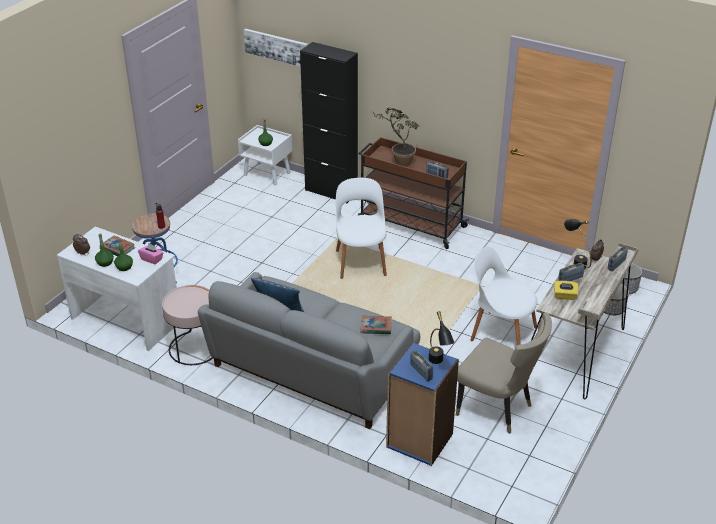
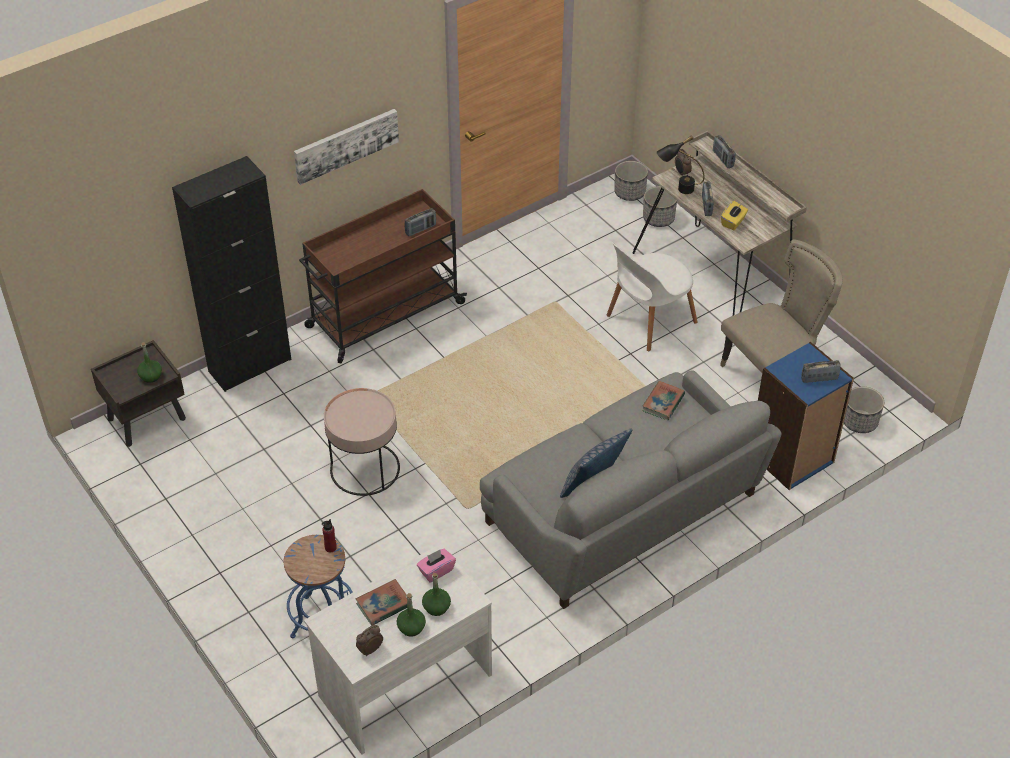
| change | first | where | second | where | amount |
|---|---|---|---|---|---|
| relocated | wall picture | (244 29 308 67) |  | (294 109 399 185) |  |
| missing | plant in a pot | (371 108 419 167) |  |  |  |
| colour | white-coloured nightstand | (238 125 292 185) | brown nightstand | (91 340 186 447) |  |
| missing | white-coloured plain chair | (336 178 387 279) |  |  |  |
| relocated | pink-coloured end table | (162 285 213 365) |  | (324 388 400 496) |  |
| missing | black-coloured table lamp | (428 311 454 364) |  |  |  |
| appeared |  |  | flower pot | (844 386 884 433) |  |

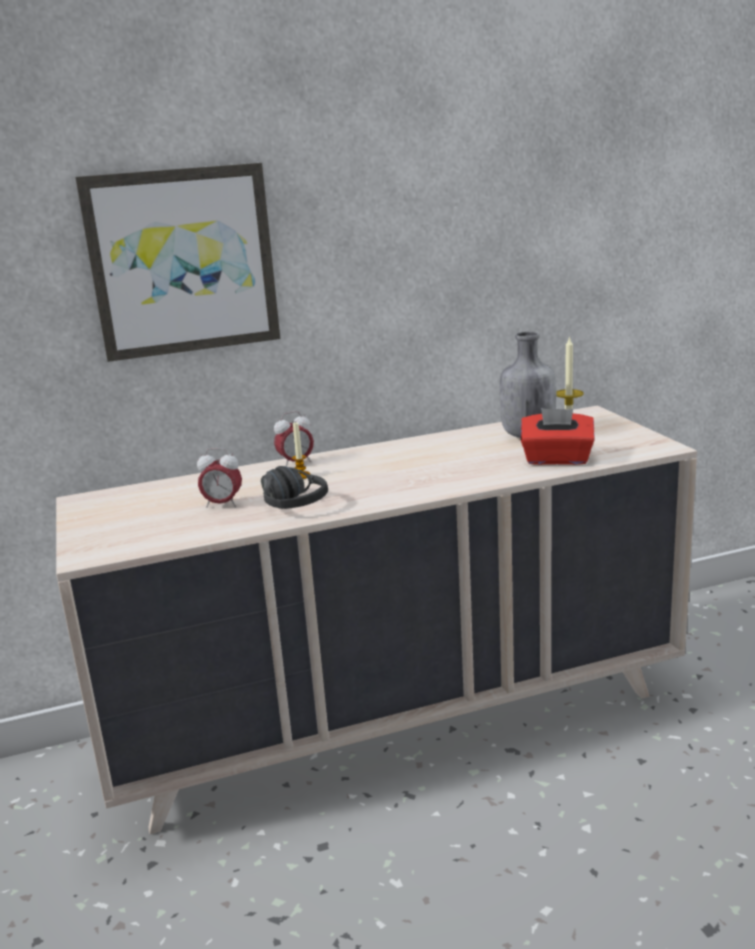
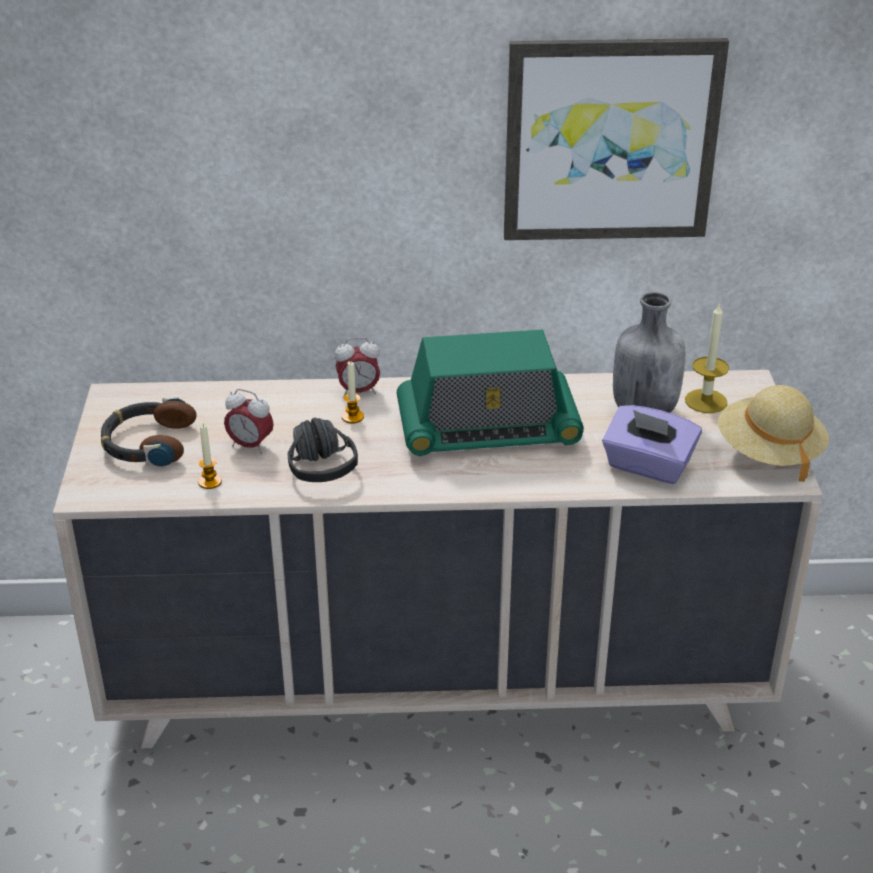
| change | first | where | second | where | amount |
|---|---|---|---|---|---|
| relocated | wall picture | (75 163 280 362) |  | (504 38 729 240) |  |
| colour | red box of tissues | (521 408 595 465) | purple-coloured box of tissues | (602 405 702 484) |  |
| appeared |  |  | radio receiver | (397 330 584 456) |  |
| appeared |  |  | beige-coloured hat | (718 385 829 482) |  |
| appeared |  |  | headset | (101 398 197 467) |  |
| appeared |  |  | wax candle | (198 424 222 489) |  |

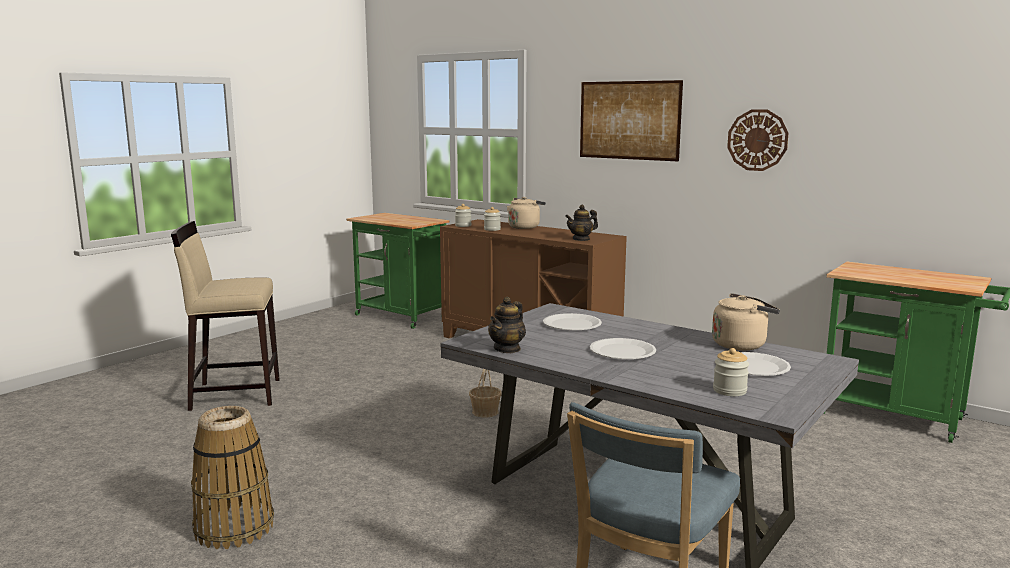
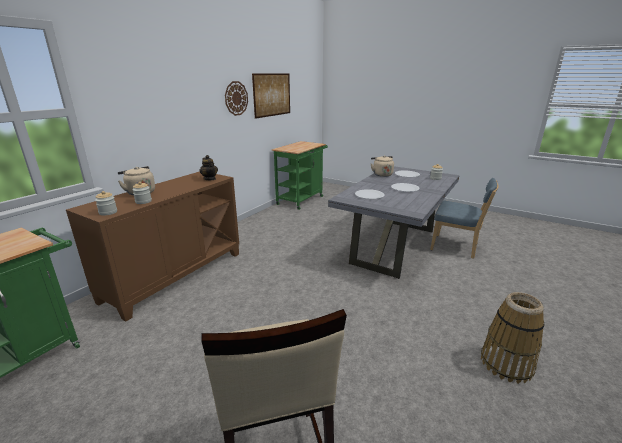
| change | first | where | second | where | amount |
|---|---|---|---|---|---|
| relocated | wall picture | (580 80 683 161) |  | (252 73 290 119) |  |
| missing | tea pot | (488 297 526 353) |  |  |  |
| missing | basket | (469 369 502 418) |  |  |  |

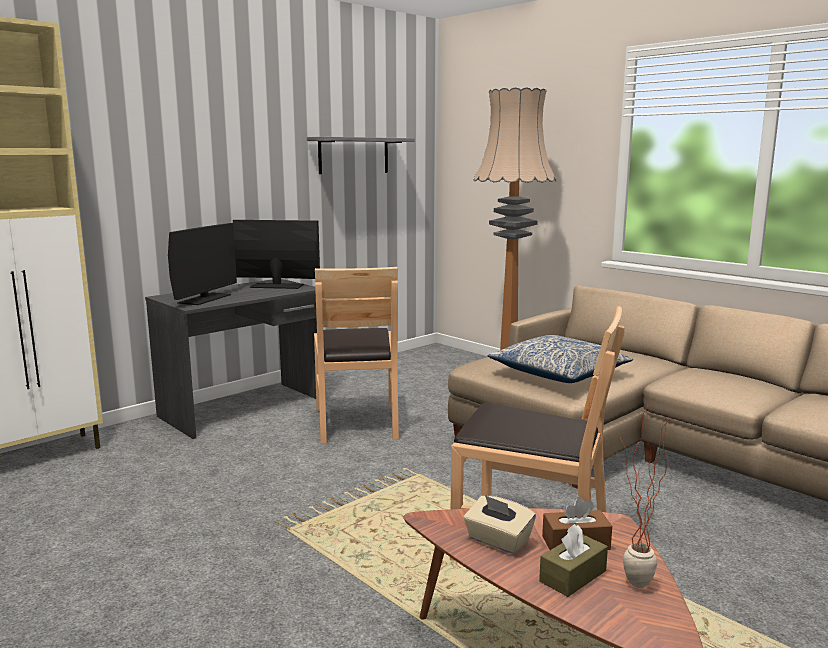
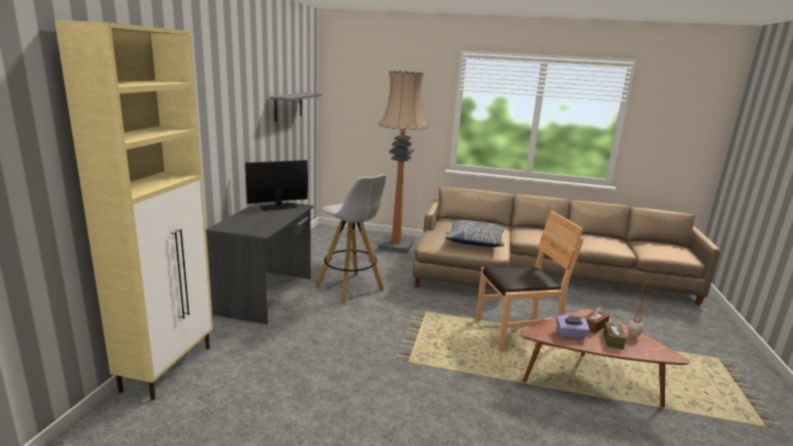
| change | first | where | second | where | amount |
|---|---|---|---|---|---|
| missing | computer screen | (168 223 237 305) |  |  |  |
| exchanged | brown plain chair | (314 267 399 444) | white-coloured stool | (315 174 386 303) |  |
| colour | beige-coloured box of tissues | (464 495 536 554) | purple-coloured box of tissues | (556 315 590 339) |  |

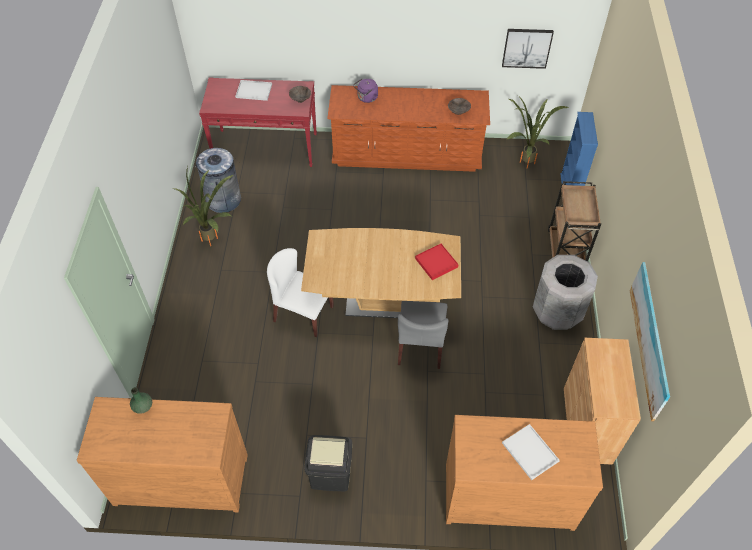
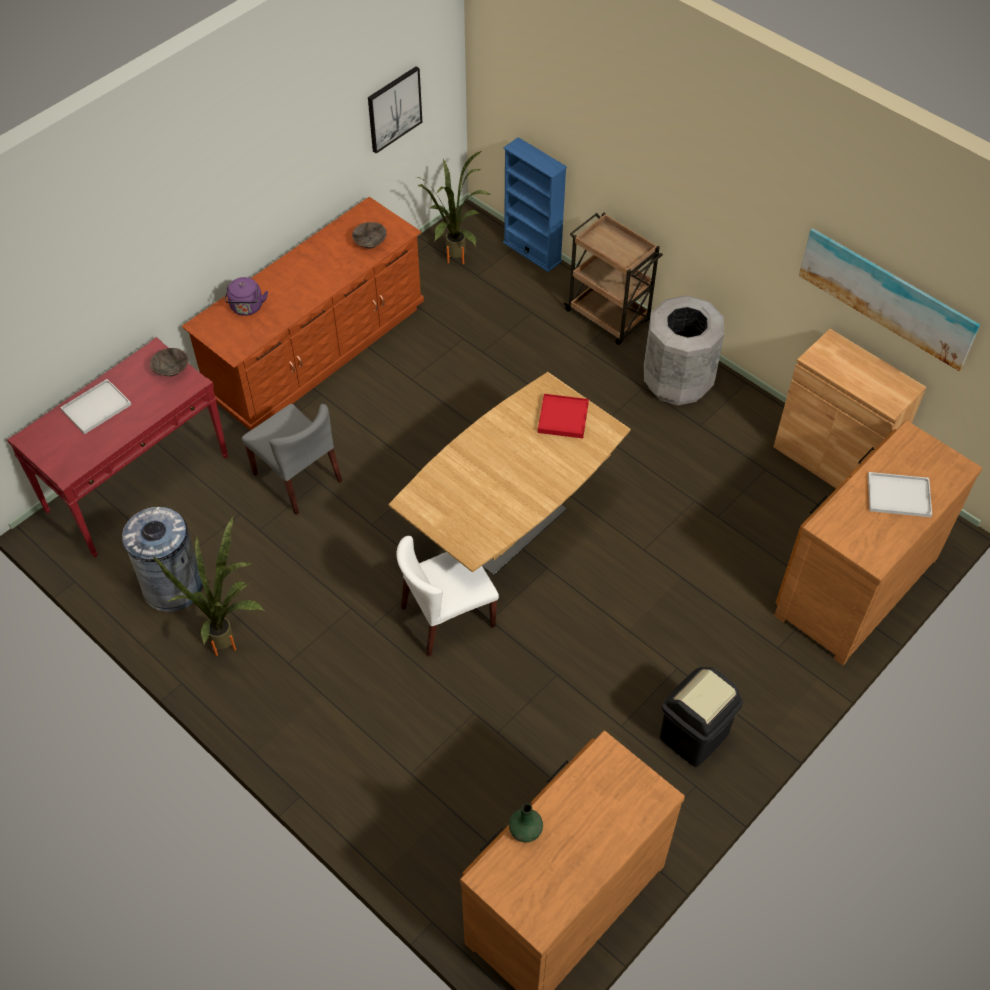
| change | first | where | second | where | amount |
|---|---|---|---|---|---|
| relocated | greyish plain chair | (398 301 448 369) |  | (242 404 342 515) |  |

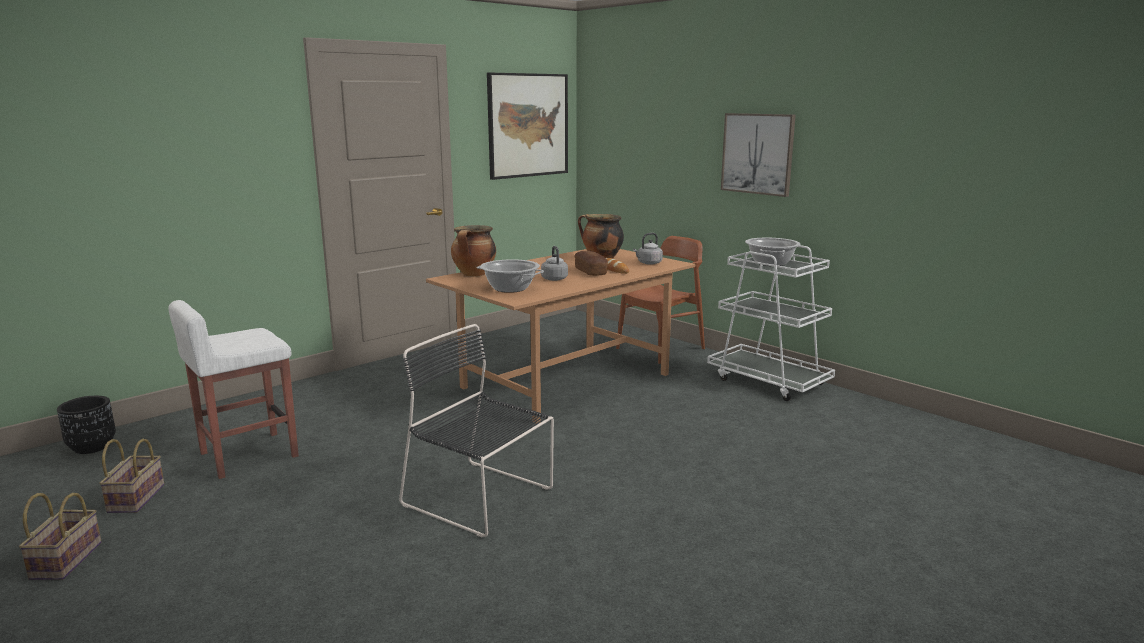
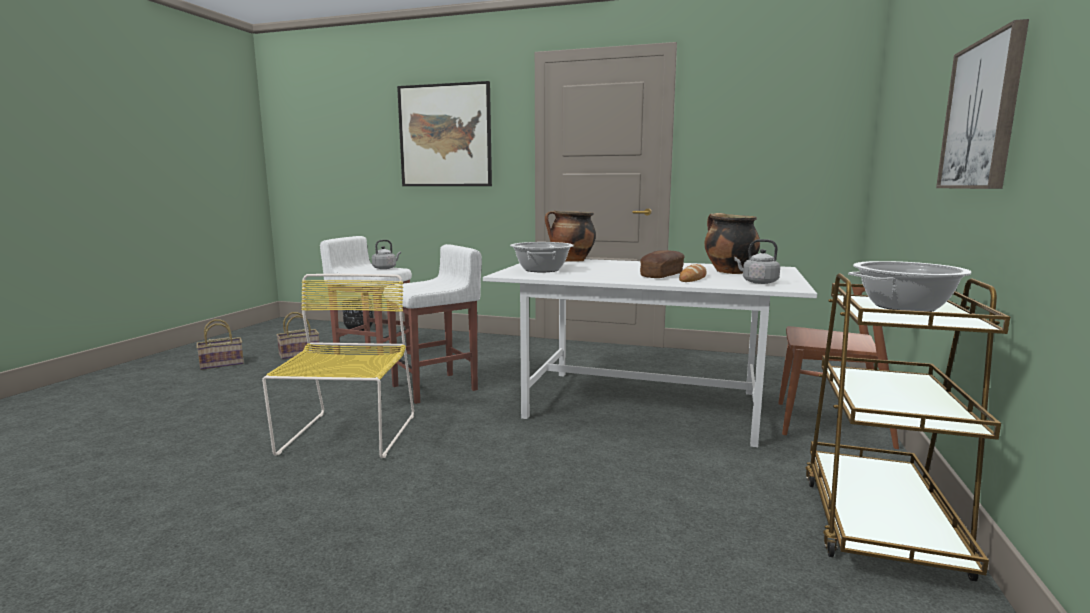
| change | first | where | second | where | amount |
|---|---|---|---|---|---|
| relocated | wall picture | (487 73 568 180) |  | (397 81 492 186) |  |
| colour | white-coloured cart | (707 245 835 401) | brown cart | (805 273 1010 581) |  |
| relocated | greyish water kettle | (541 246 568 281) |  | (372 240 401 269) |  |
| colour | brown dinner table | (426 249 695 424) | white-coloured dinner table | (483 259 817 447) |  |
| colour | black-coloured plain chair | (399 324 554 537) | yellowish plain chair | (262 274 414 458) |  |
| appeared |  |  | white-coloured stool | (384 244 482 404) |  |

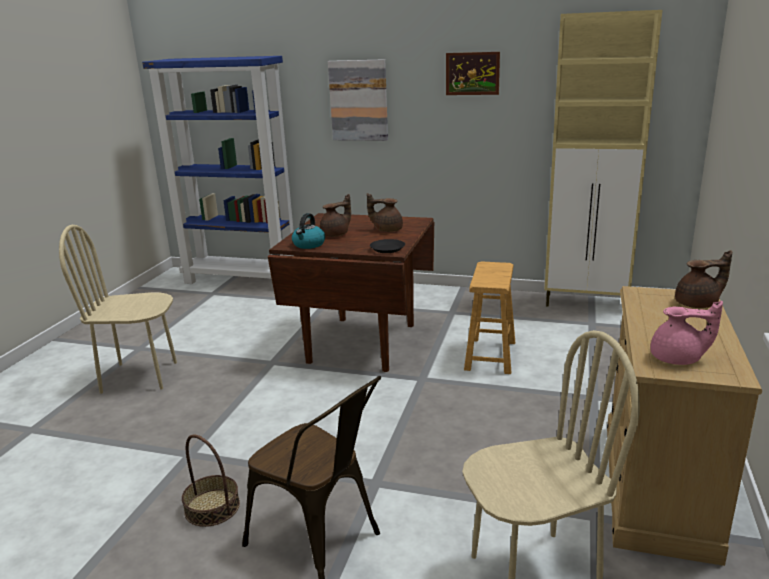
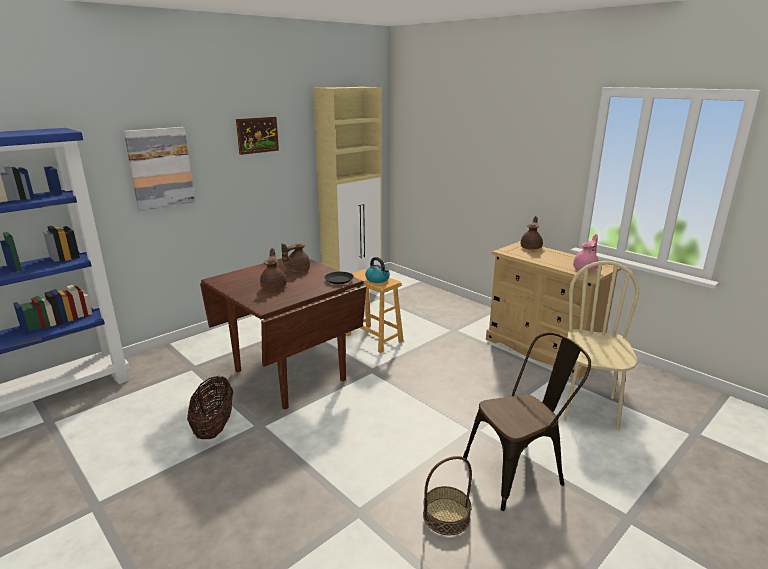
| change | first | where | second | where | amount |
|---|---|---|---|---|---|
| relocated | water kettle | (292 213 325 249) |  | (365 257 390 283) |  |
| missing | beige-coloured plain chair | (59 225 177 394) |  |  |  |
| appeared |  |  | basket | (187 376 233 439) |  |

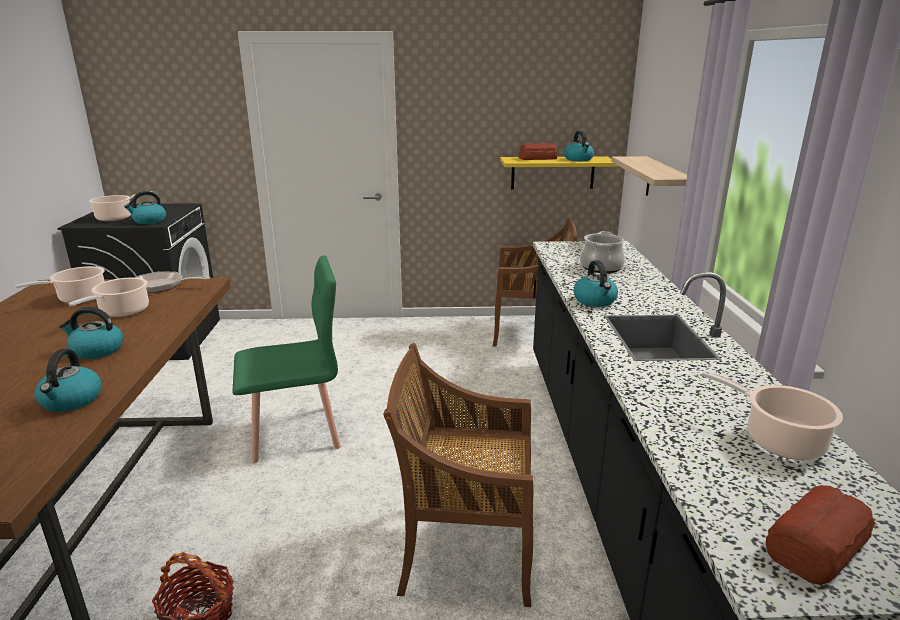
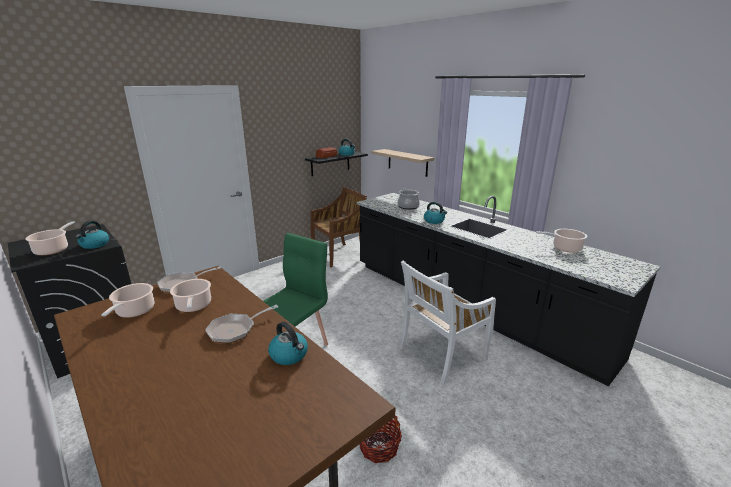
| change | first | where | second | where | amount |
|---|---|---|---|---|---|
| colour | yellowish wall shelf | (500 156 618 189) | black-coloured wall shelf | (305 151 368 176) |  |
| exchanged | water kettle | (59 307 123 359) | pan | (205 305 278 343) |  |
| colour | brown plain chair | (383 343 534 607) | white-coloured plain chair | (399 261 496 385) |  |
| missing | bread | (766 485 875 585) |  |  |  |

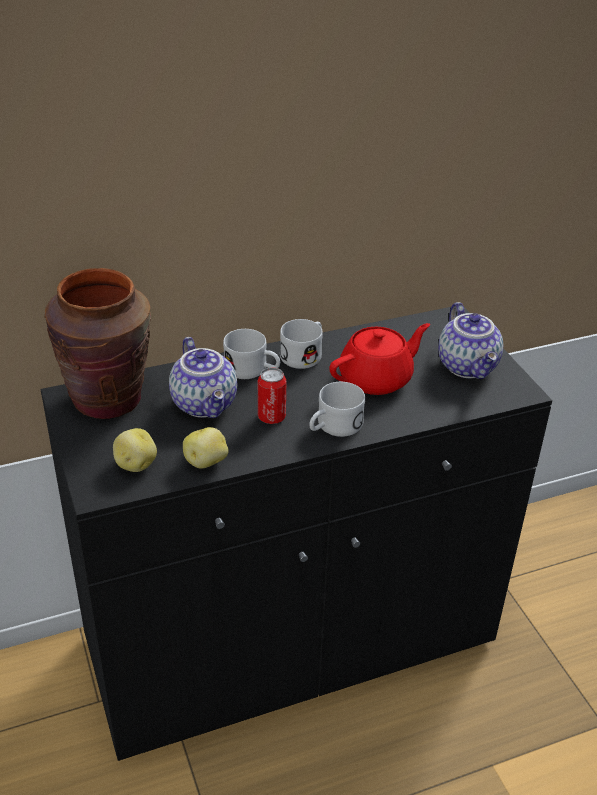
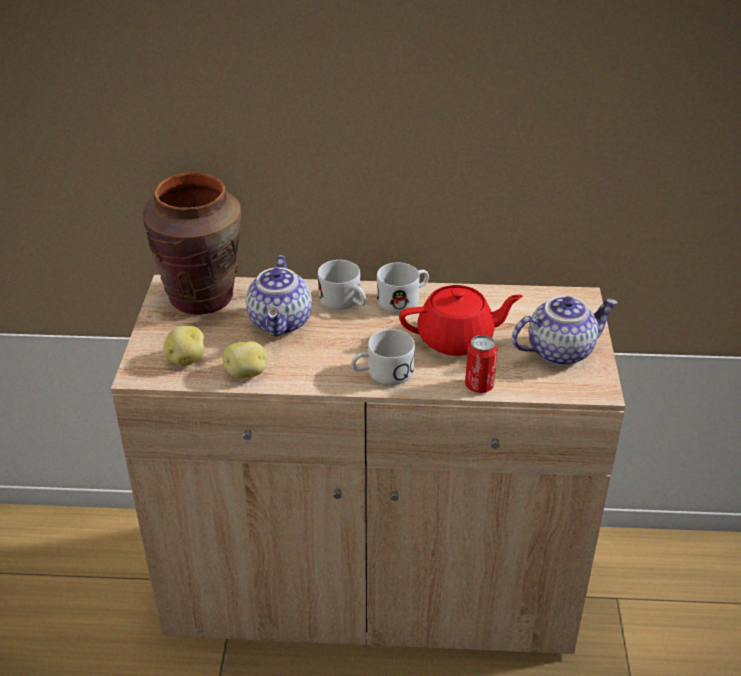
| change | first | where | second | where | amount |
|---|---|---|---|---|---|
| spun | tea pot | (438 302 503 379) |  | (512 296 618 366) | 120 degrees counterclockwise |
| colour | black-coloured cabinet | (40 307 552 761) | beige-coloured cabinet | (111 275 625 654) |  |
| relocated | metal can | (258 367 287 424) |  | (465 335 498 393) |  |

